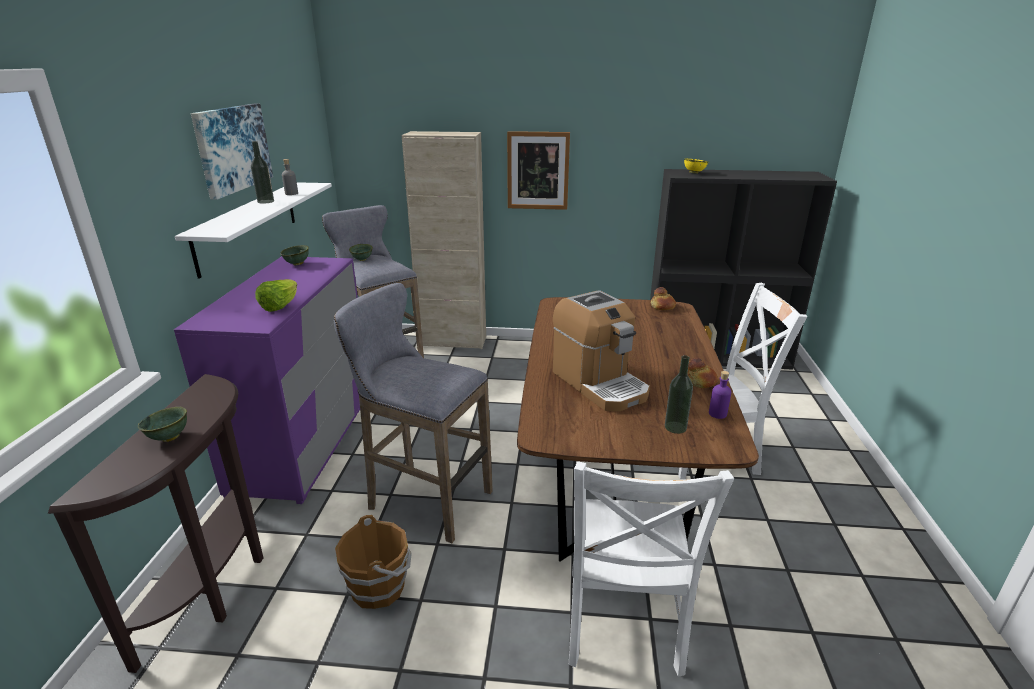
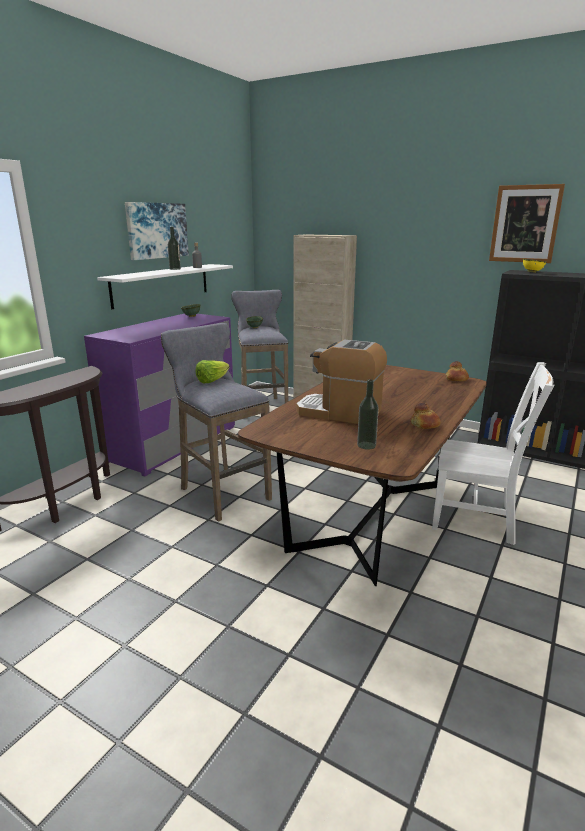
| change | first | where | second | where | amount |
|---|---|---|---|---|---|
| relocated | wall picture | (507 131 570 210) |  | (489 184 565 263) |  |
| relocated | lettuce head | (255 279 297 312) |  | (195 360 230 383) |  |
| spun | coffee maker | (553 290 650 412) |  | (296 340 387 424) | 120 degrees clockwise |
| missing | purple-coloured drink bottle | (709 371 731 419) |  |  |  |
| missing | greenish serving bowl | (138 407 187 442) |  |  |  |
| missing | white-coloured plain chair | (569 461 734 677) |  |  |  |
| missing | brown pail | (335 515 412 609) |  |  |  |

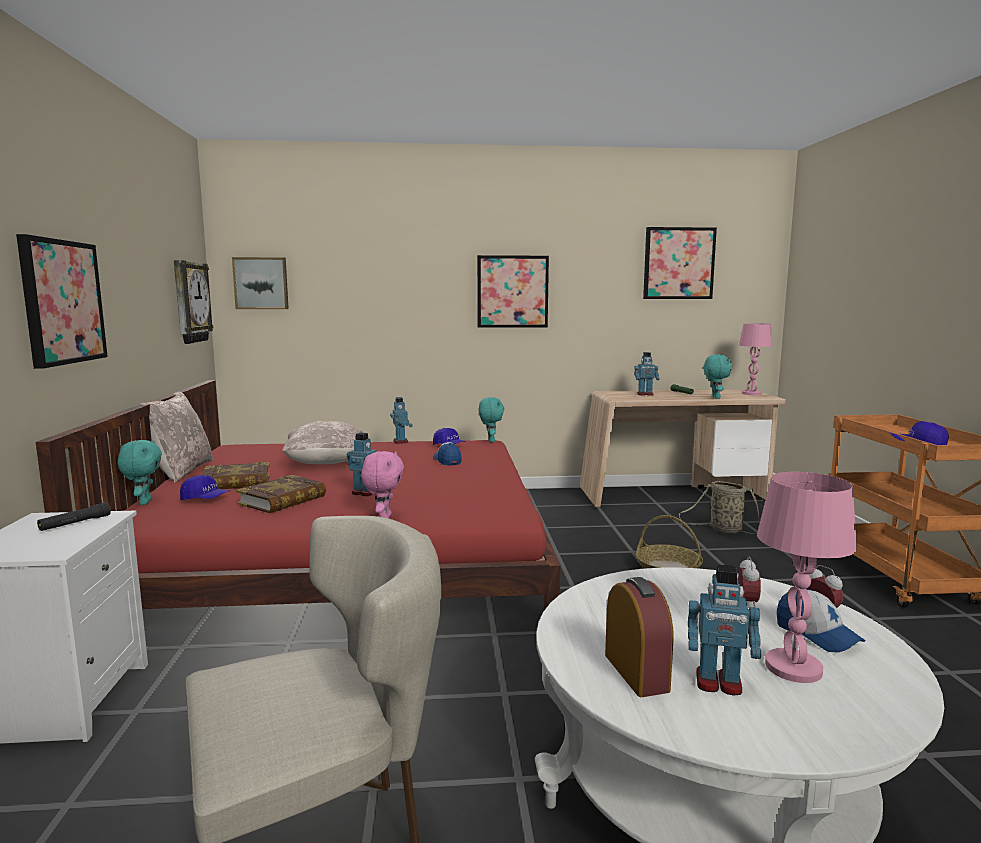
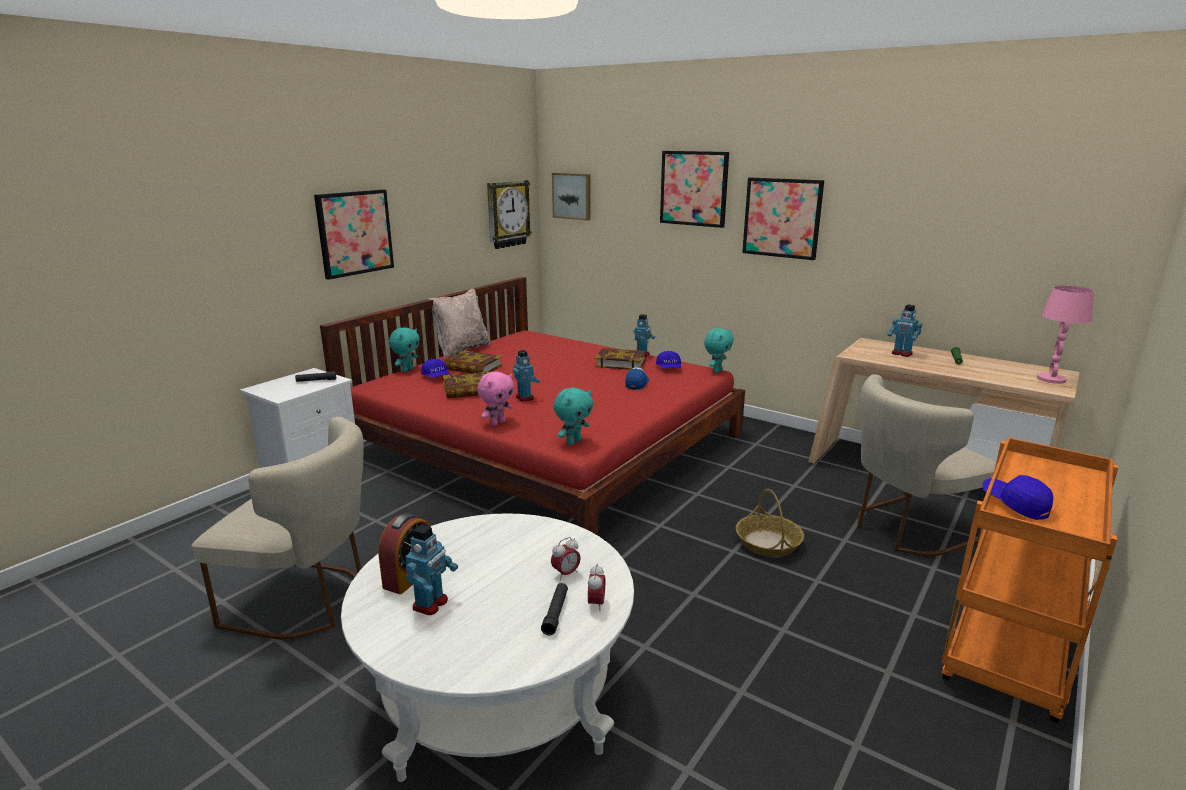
| change | first | where | second | where | amount |
|---|---|---|---|---|---|
| relocated | wall picture | (643 227 717 299) |  | (660 151 729 228) |  |
| relocated | blue-green plush toy | (703 354 732 399) |  | (554 387 593 445) |  |
| missing | beige-coloured pillow | (282 421 363 464) |  |  |  |
| missing | pink-coloured table lamp | (757 472 857 683) |  |  |  |
| exchanged | basket | (679 481 760 534) | beige-coloured plain chair | (858 374 996 556) |  |
| spun | model robot | (688 565 761 696) |  | (405 524 458 615) | 120 degrees counterclockwise |
| exchanged | baseball cap | (776 588 865 652) | black-coloured hand torch | (541 583 568 635) |  |
| appeared |  |  | bound book | (595 348 646 370) |  |

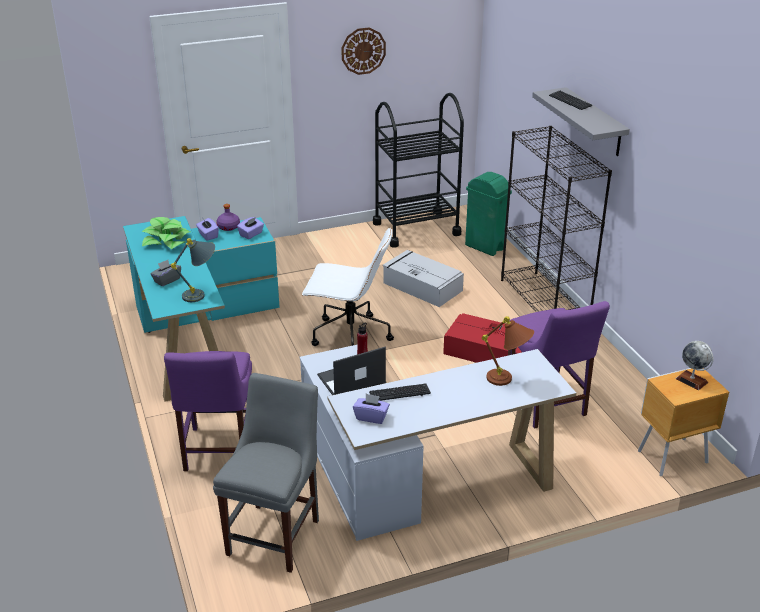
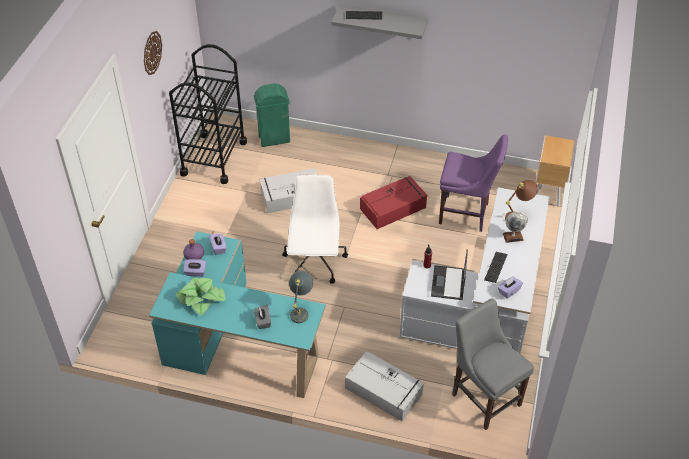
| change | first | where | second | where | amount |
|---|---|---|---|---|---|
| missing | black-coloured bookcase | (501 126 612 312) |  |  |  |
| spun | white-coloured desk chair | (302 227 394 346) |  | (282 174 348 284) | 45 degrees counterclockwise |
| relocated | world globe | (676 341 714 390) |  | (503 212 528 243) |  |
| exchanged | purple-coloured plain chair | (164 351 252 471) | greyish storage box | (345 352 424 421) |  |

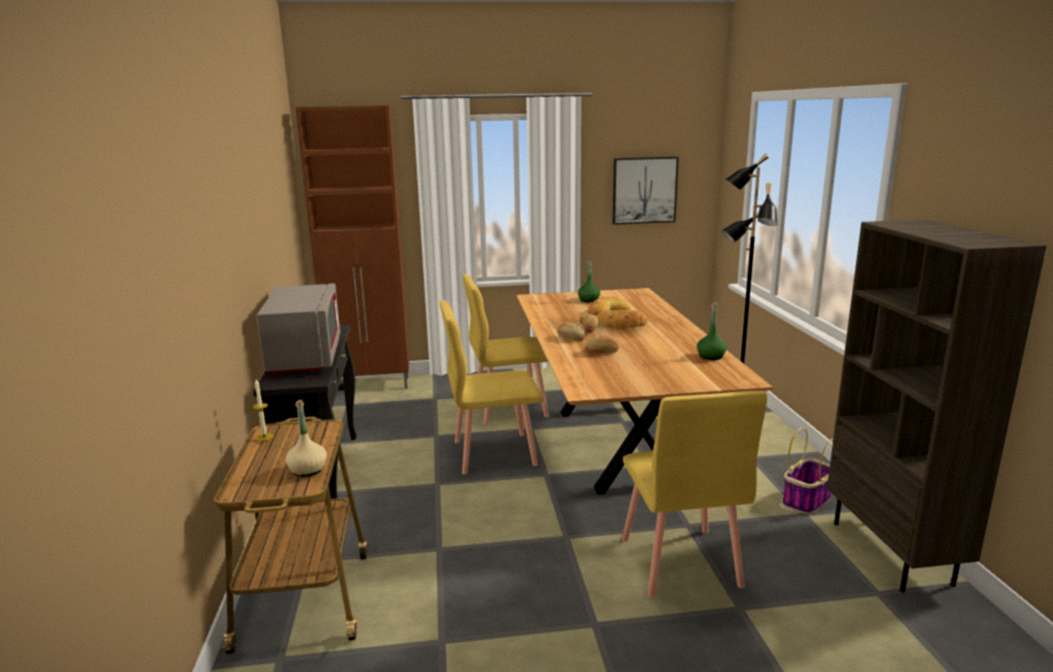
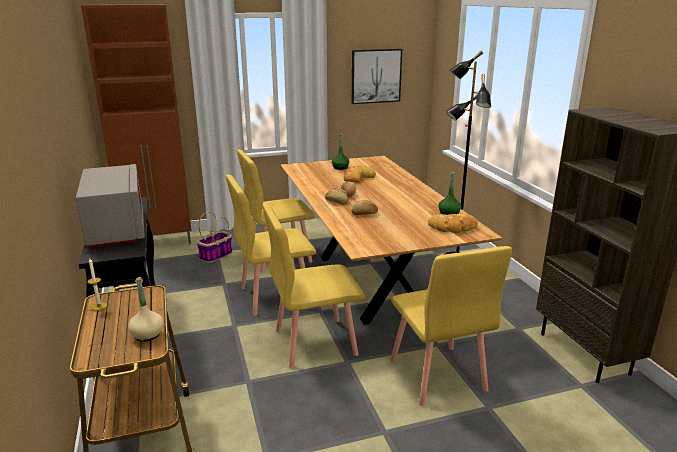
| change | first | where | second | where | amount |
|---|---|---|---|---|---|
| relocated | bread | (596 310 648 328) |  | (428 213 478 233) |  |
| relocated | basket | (782 428 833 514) |  | (196 212 232 263) |  |
| appeared |  |  | yellowish plain chair | (262 203 365 368) |  |

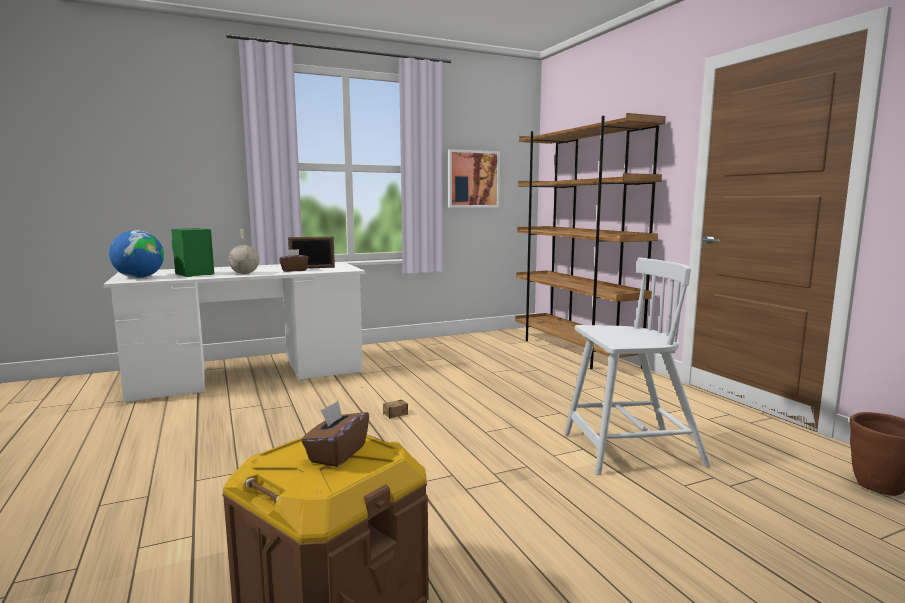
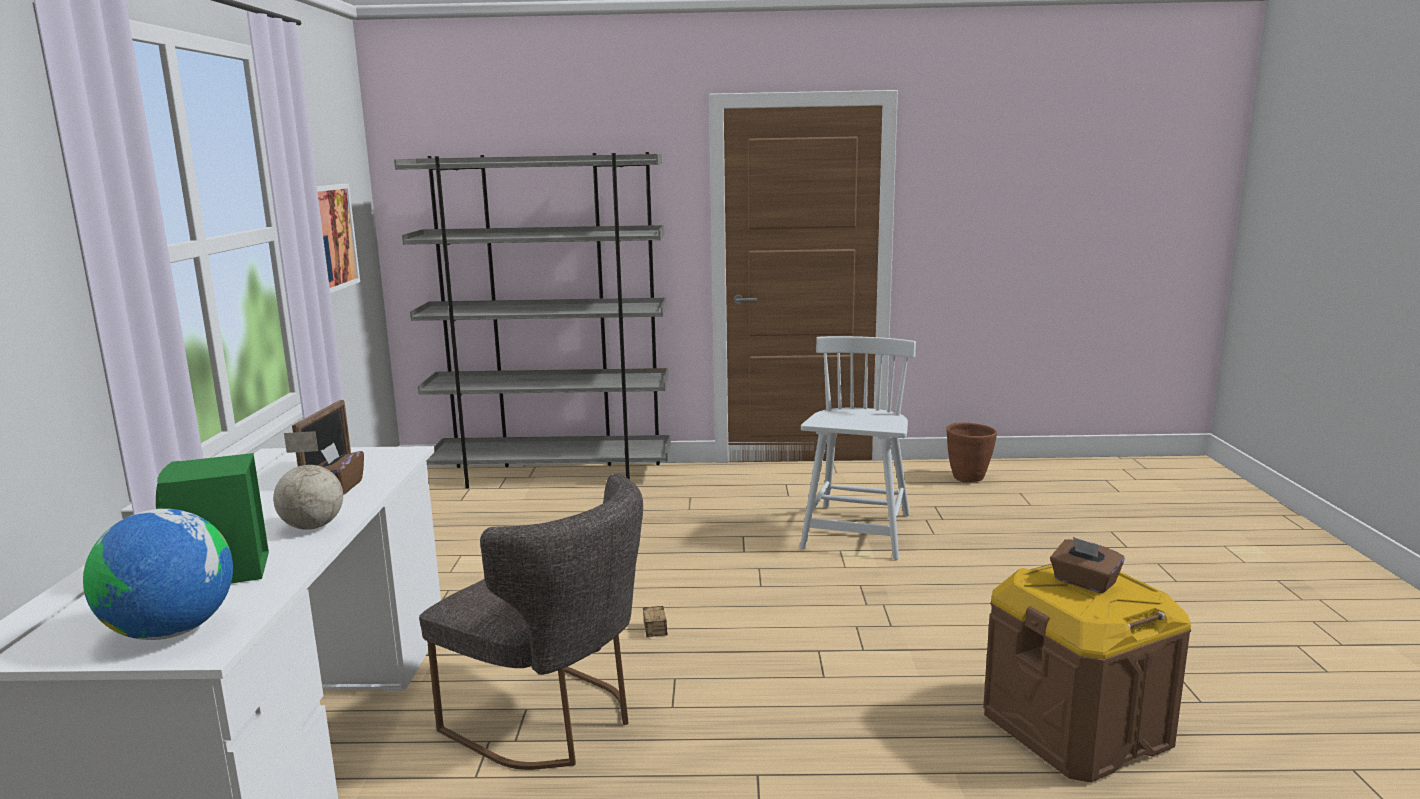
| change | first | where | second | where | amount |
|---|---|---|---|---|---|
| colour | brown bookcase | (515 113 666 369) | greyish bookcase | (394 152 671 489) |  |
| appeared |  |  | greyish plain chair | (419 474 643 770) |  |

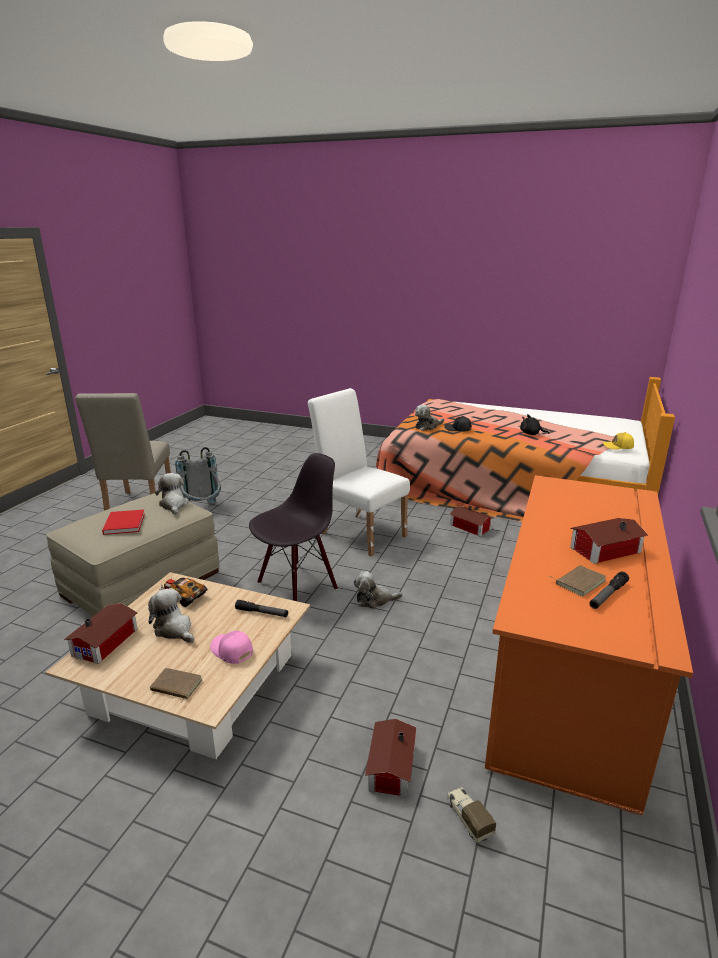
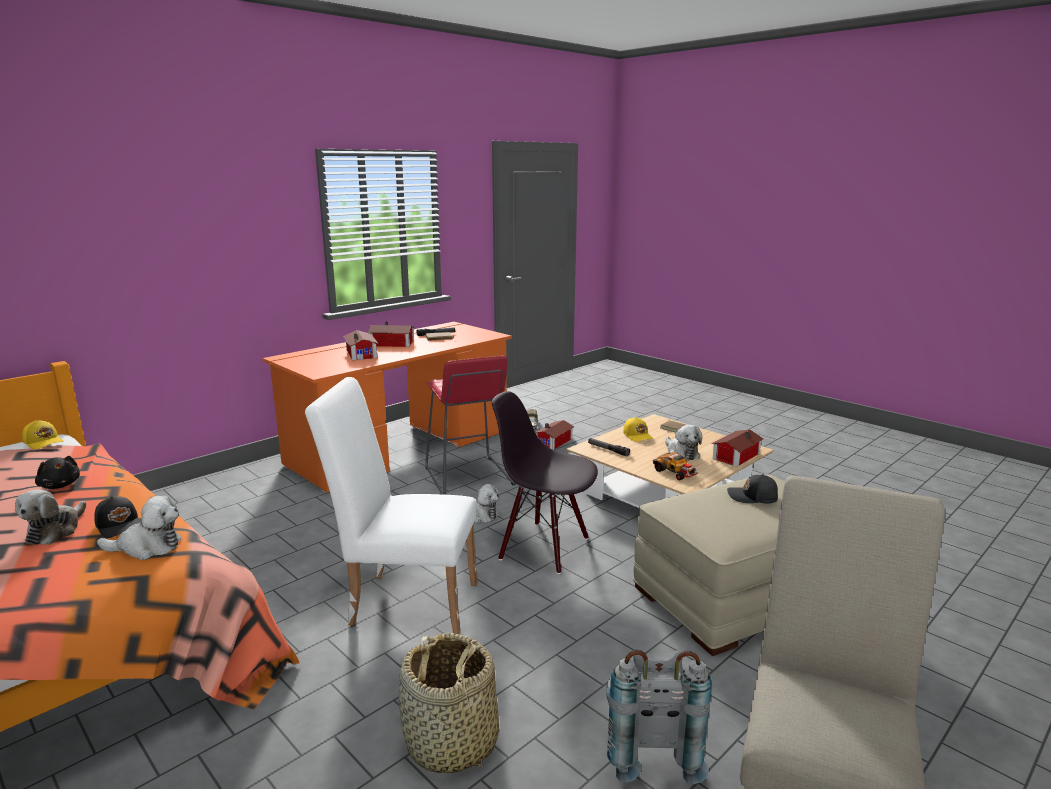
| change | first | where | second | where | amount |
|---|---|---|---|---|---|
| spun | white-coloured plain chair | (308 388 410 556) |  | (305 377 477 634) | 120 degrees clockwise |
| spun | black-coloured plain chair | (249 453 338 601) |  | (492 391 598 574) | 45 degrees clockwise |
| relocated | plush toy | (155 473 189 515) |  | (15 490 86 545) |  |
| relocated | toy house | (450 506 493 536) |  | (343 330 379 360) |  |
| exchanged | red bound book | (102 510 145 535) | black-coloured baseball cap | (727 474 778 503) |  |
| colour | pink-coloured baseball cap | (210 631 253 664) | yellowish baseball cap | (623 417 653 442) |  |
| appeared |  |  | red stool | (425 356 516 495) |  |
| appeared |  |  | basket | (398 633 499 773) |  |

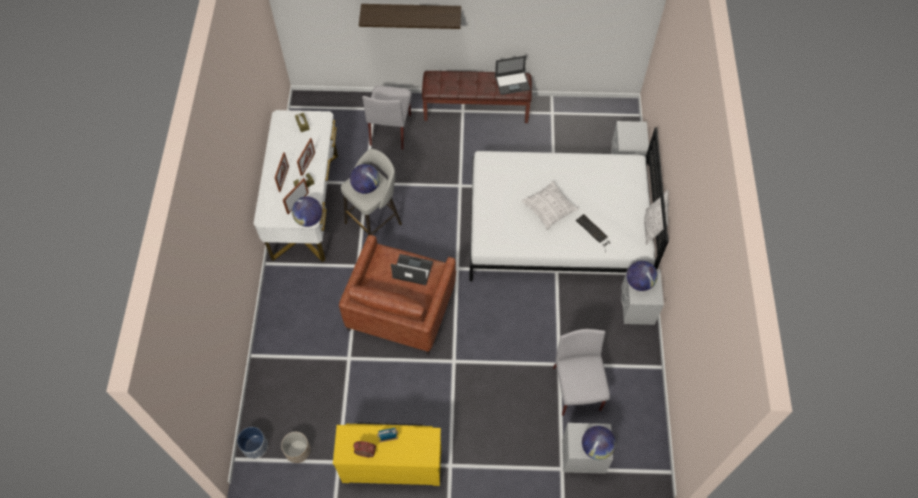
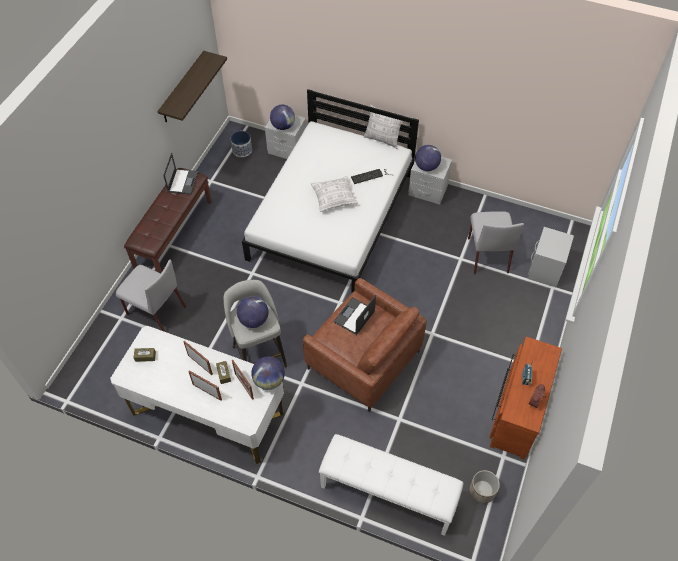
| change | first | where | second | where | amount |
|---|---|---|---|---|---|
| relocated | wall shelf | (359 4 461 29) |  | (158 51 227 122) |  |
| spun | greyish plain chair | (553 329 610 416) |  | (468 211 524 274) | 105 degrees counterclockwise |
| colour | yellowish drawer chest | (333 422 441 486) | brown drawer chest | (489 337 562 459) |  |
| relocated | world globe | (582 426 616 460) |  | (270 105 295 130) |  |
| relocated | flower pot | (237 427 268 459) |  | (231 131 252 157) |  |
| appeared |  |  | white-coloured indoor bench | (319 434 463 536) |  |

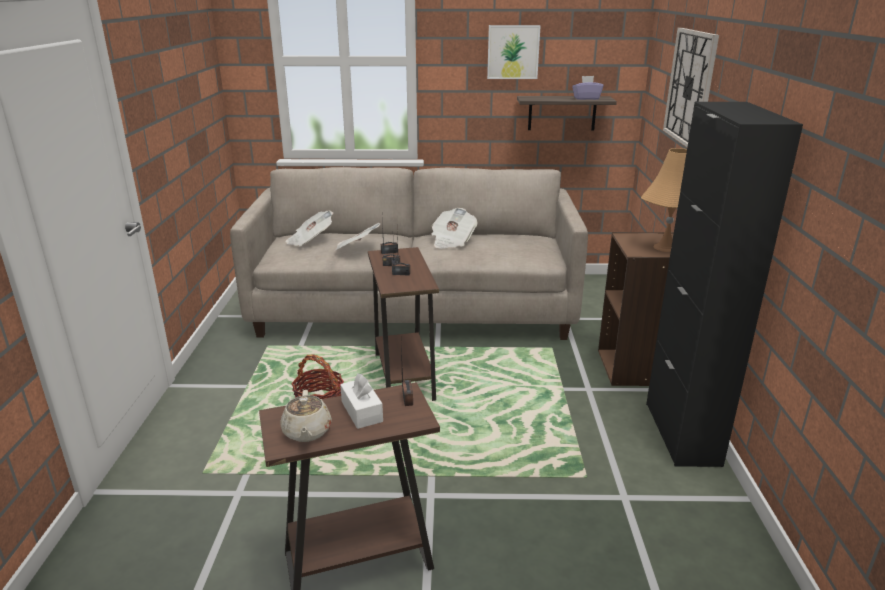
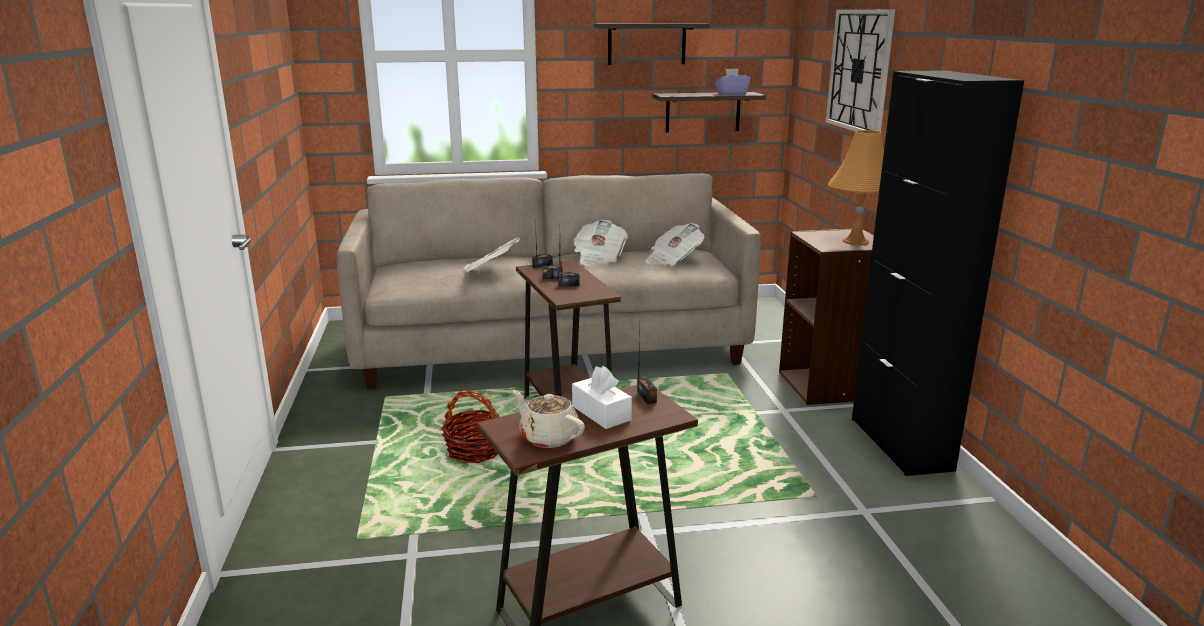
| change | first | where | second | where | amount |
|---|---|---|---|---|---|
| exchanged | wall picture | (487 25 541 79) | wall shelf | (593 23 710 65) |  |
| relocated | printed paper | (285 211 334 247) |  | (645 223 704 265) |  |
| spun | beige-coloured tea pot | (280 390 332 442) |  | (512 390 585 448) | 150 degrees clockwise |

